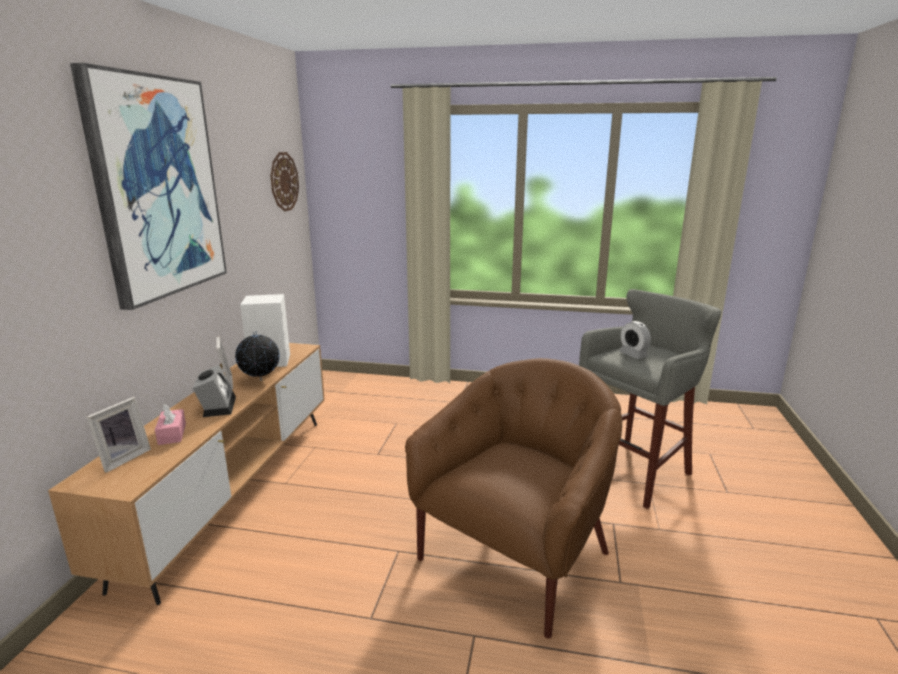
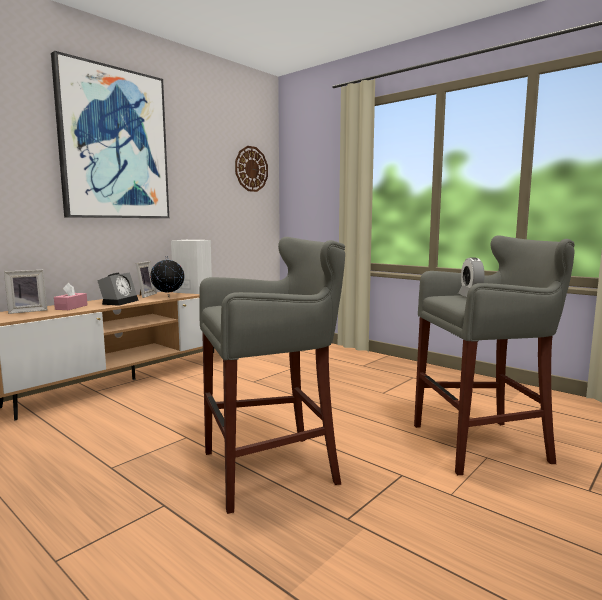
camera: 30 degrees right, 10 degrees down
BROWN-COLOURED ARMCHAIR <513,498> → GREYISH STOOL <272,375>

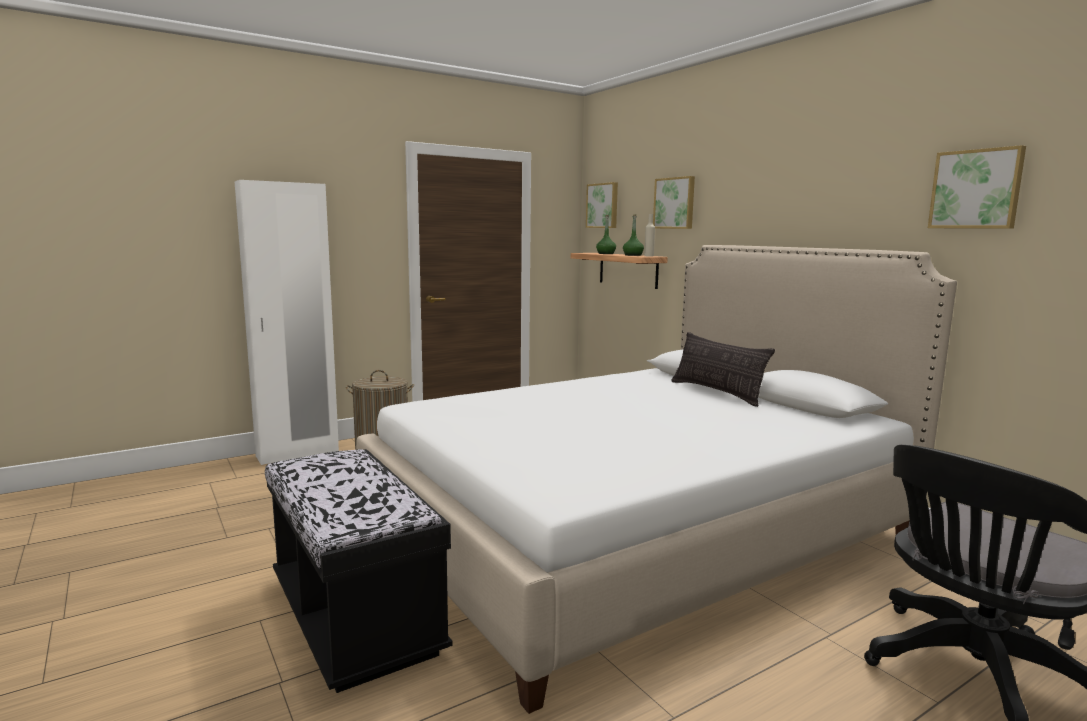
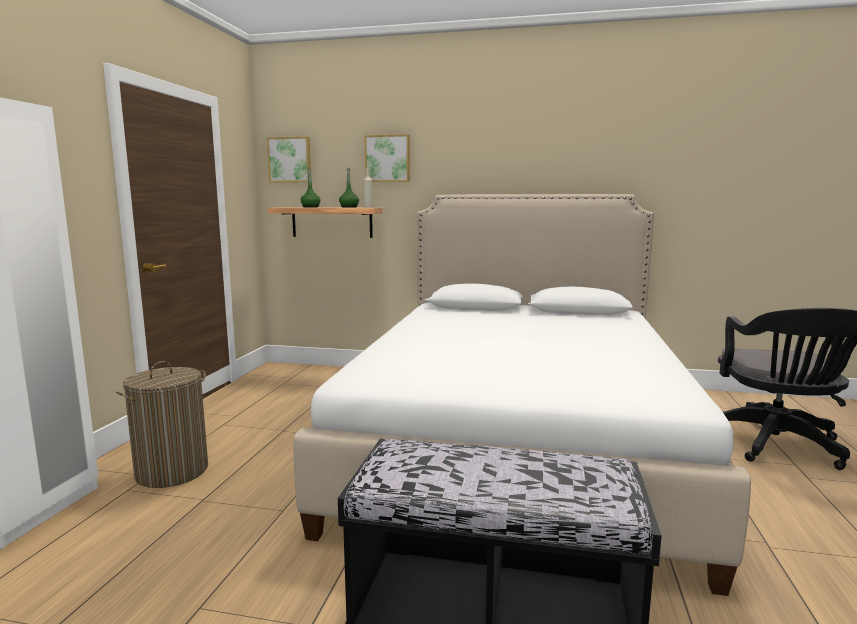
camera: 45 degrees left, 0 degrees up
WALL PICTURE <977,187> → -
THROW PILLOW <723,369> → -

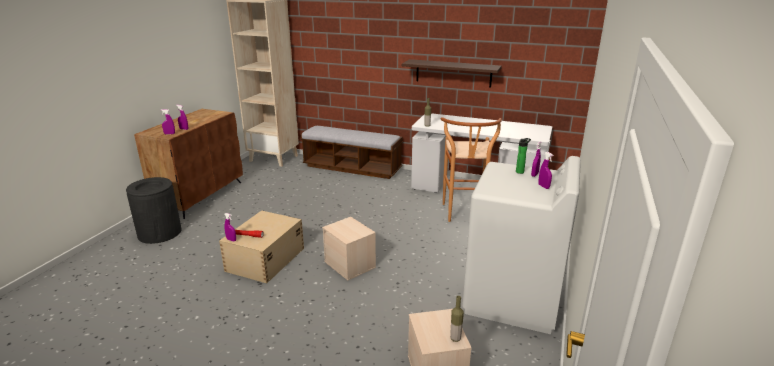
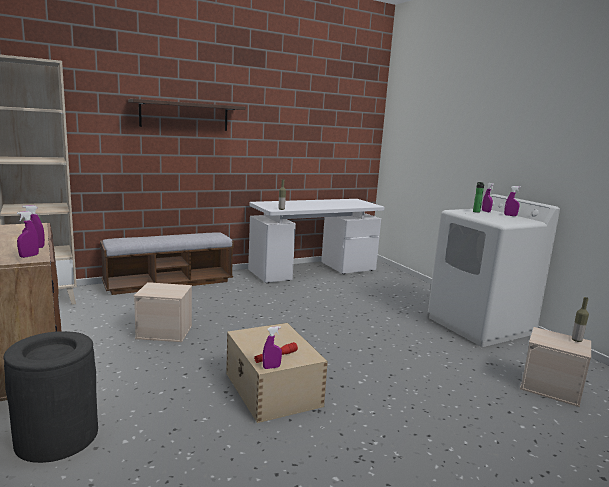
camera: 50 degrees left, 10 degrees down
SHELF <452,73> → SHELF <187,115>, moved
BROWN-COLOURED STOOL <471,169> → -
BEIGE STORAGE BOX <349,248> → BEIGE STORAGE BOX <163,312>, moved

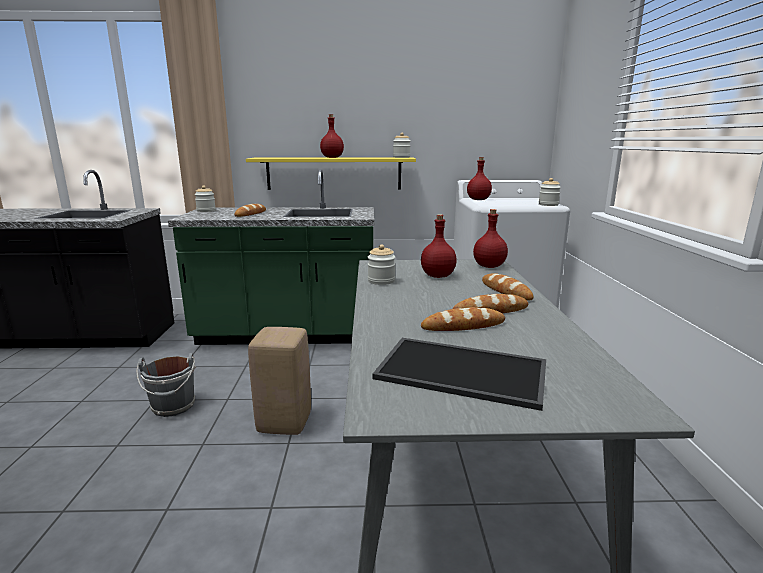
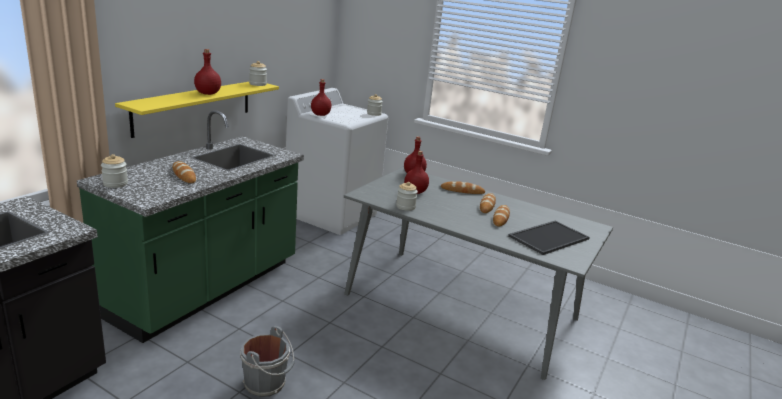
camera: 60 degrees left, 5 degrees up
BEIGE STOOL <279,381> → -

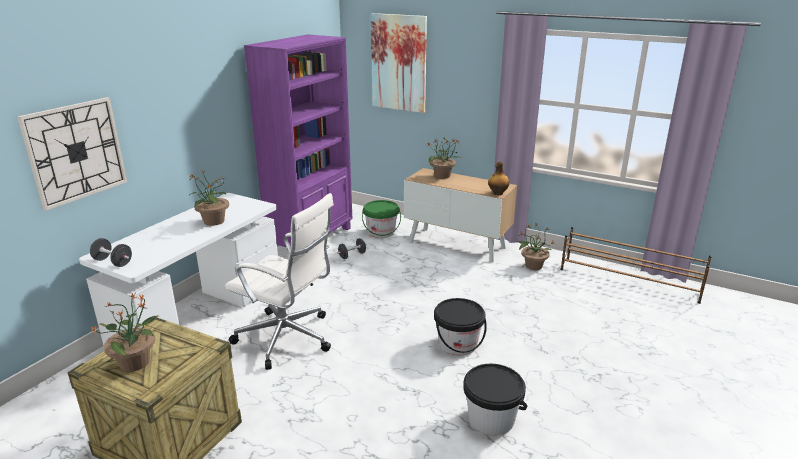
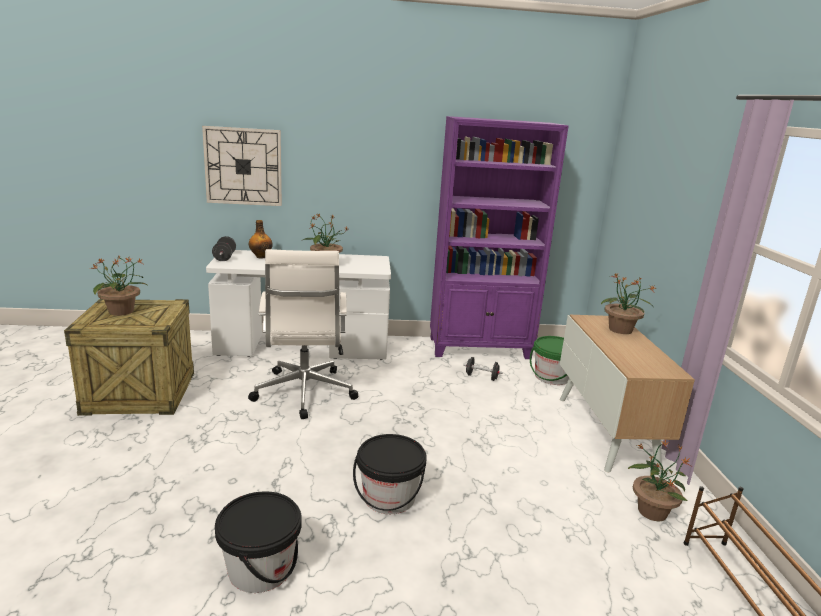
camera: 55 degrees right, 5 degrees down
WALL PICTURE <399,63> → -
BOTTLE <499,178> → BOTTLE <261,239>, moved

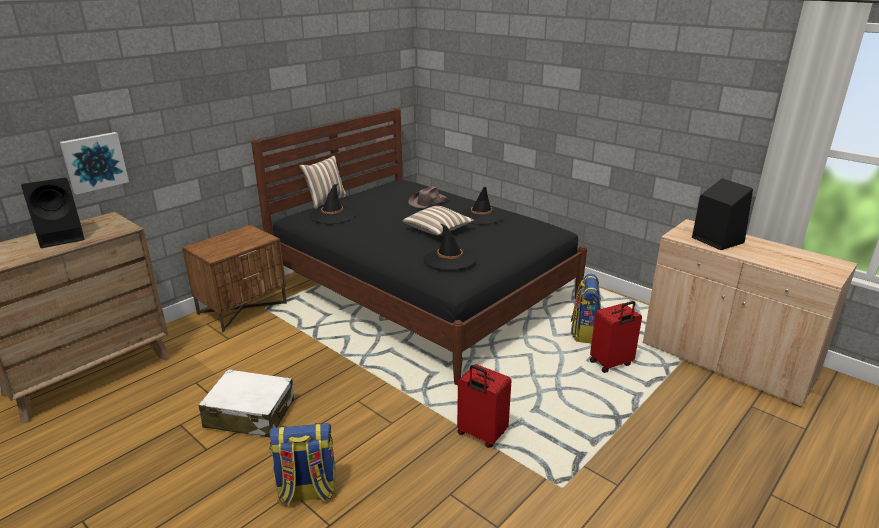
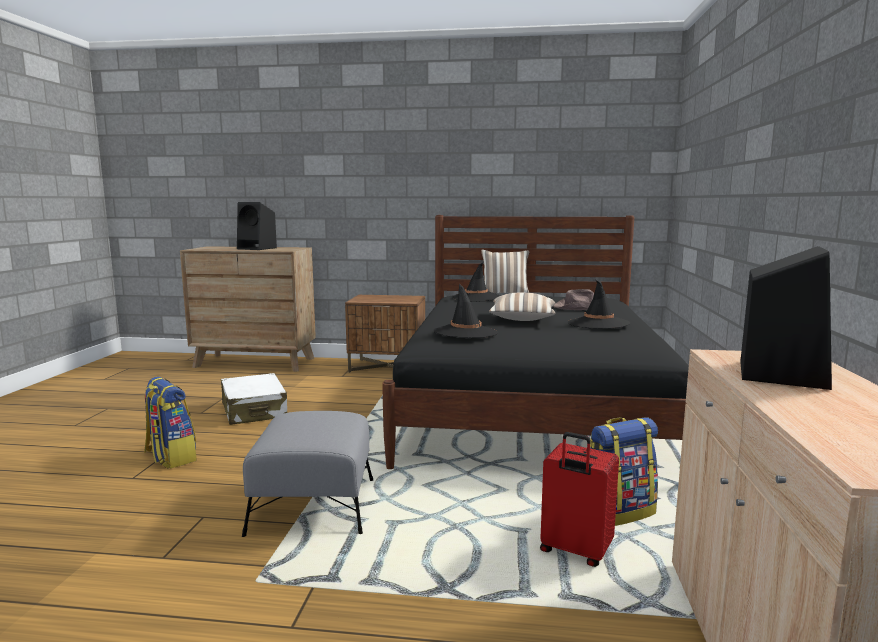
camera: 55 degrees right, 15 degrees down
WALL PICTURE <94,163> → -
REDDISH SUITCASE <484,406> → GREYISH POUFFE <307,474>

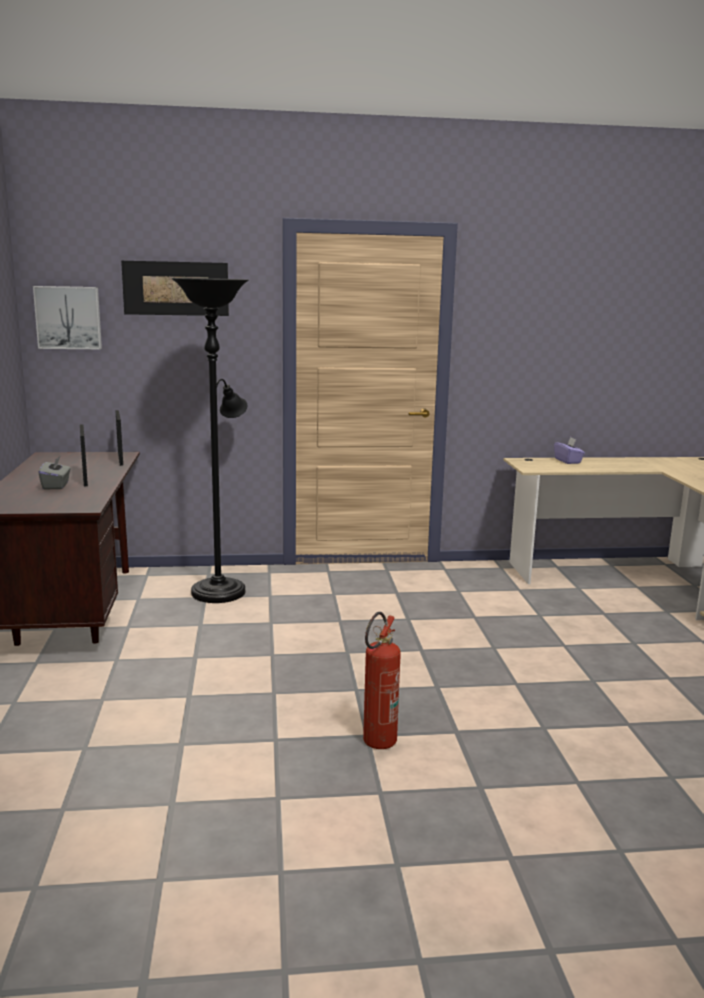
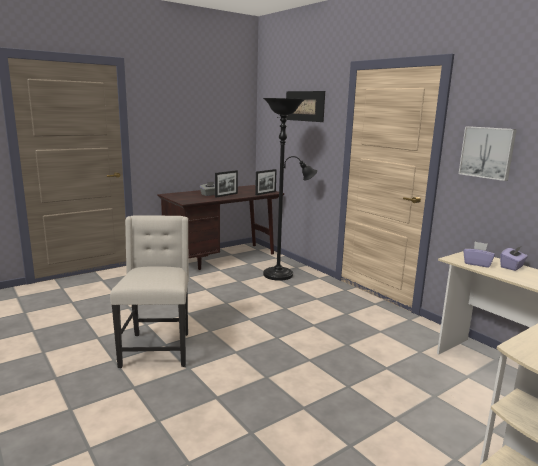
camera: 60 degrees right, 0 degrees up
WALL PICTURE <67,317> → WALL PICTURE <488,153>, moved
FIRE EXTINGUISHER <382,680> → BEIGE UPRIGHT CHAIR <149,291>
- → PURPLE-COLOURED TISSUE HOLDER <479,255>

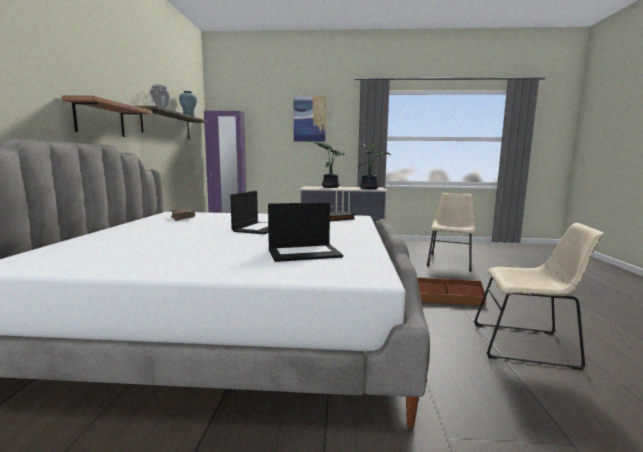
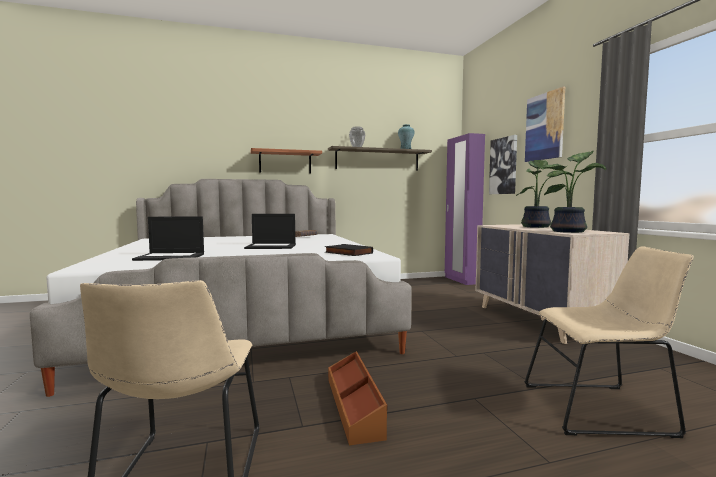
camera: 70 degrees right, 5 degrees down
NOTEBOOK COMPUTER <305,232> → NOTEBOOK COMPUTER <168,238>, 60 degrees counterclockwise
- → WALL PICTURE <503,164>

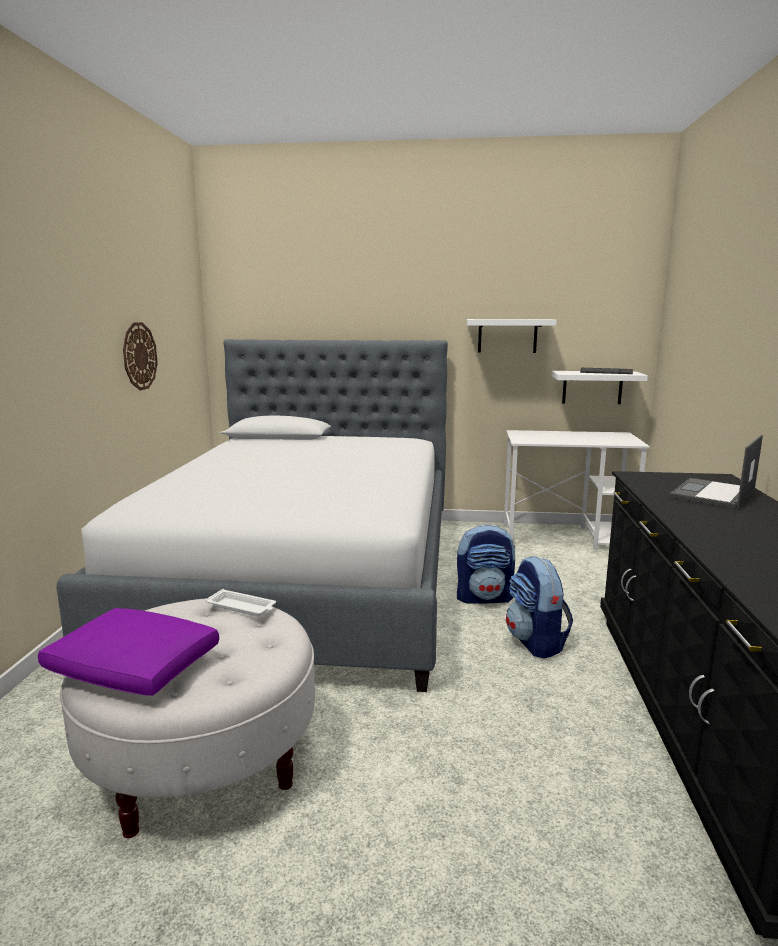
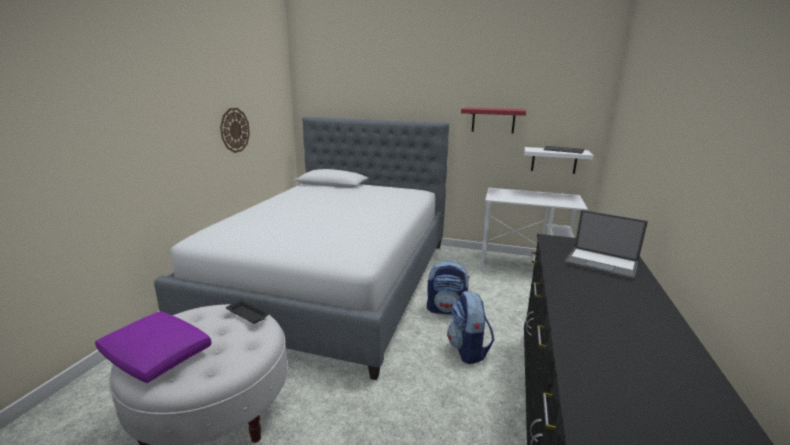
camera: 10 degrees right, 5 degrees up
WHITE-COLOURED SHELF <512,336> → REDDISH SHELF <493,120>
NOTEBOOK COMPUTER <716,472> → NOTEBOOK COMPUTER <606,245>, 105 degrees counterclockwise
WHITE-COLOURED CARRYING TRAY <240,602> → BLACK CARRYING TRAY <247,311>

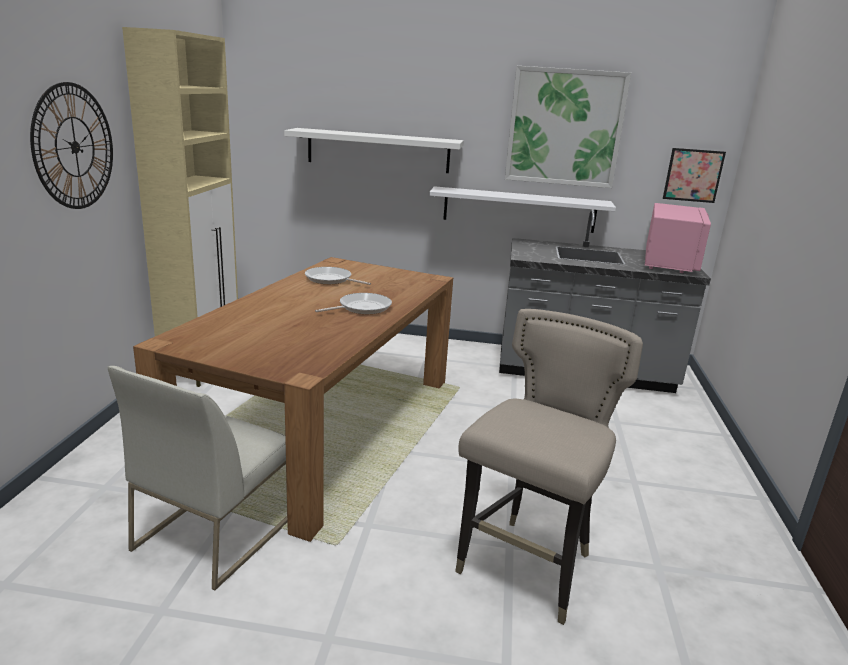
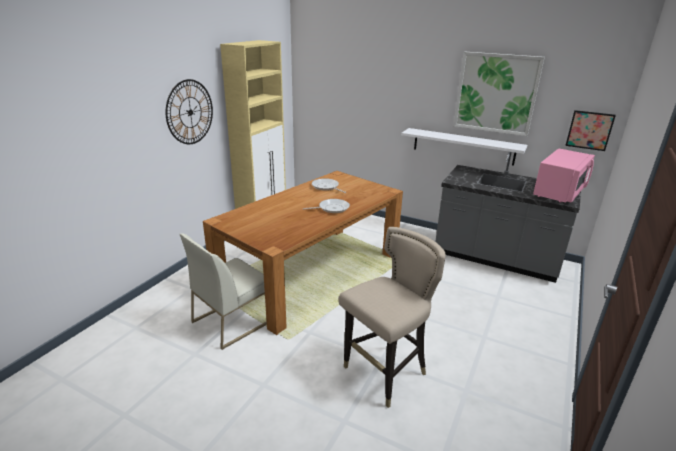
camera: 20 degrees right, 5 degrees up
WHITE-COLOURED SHELF <374,150> → -

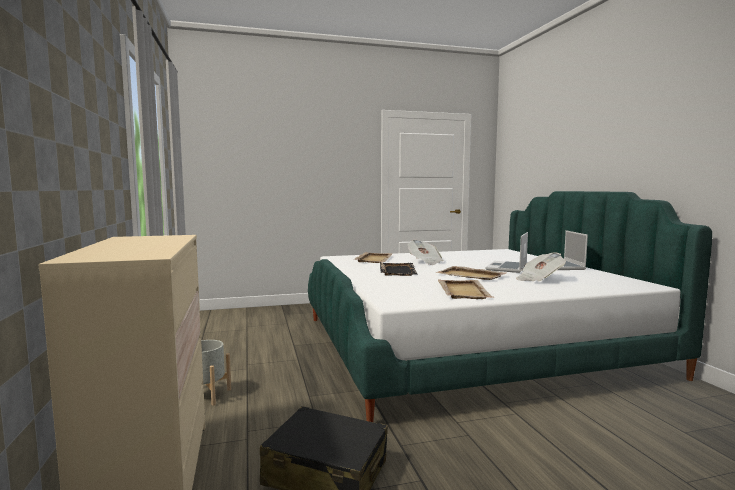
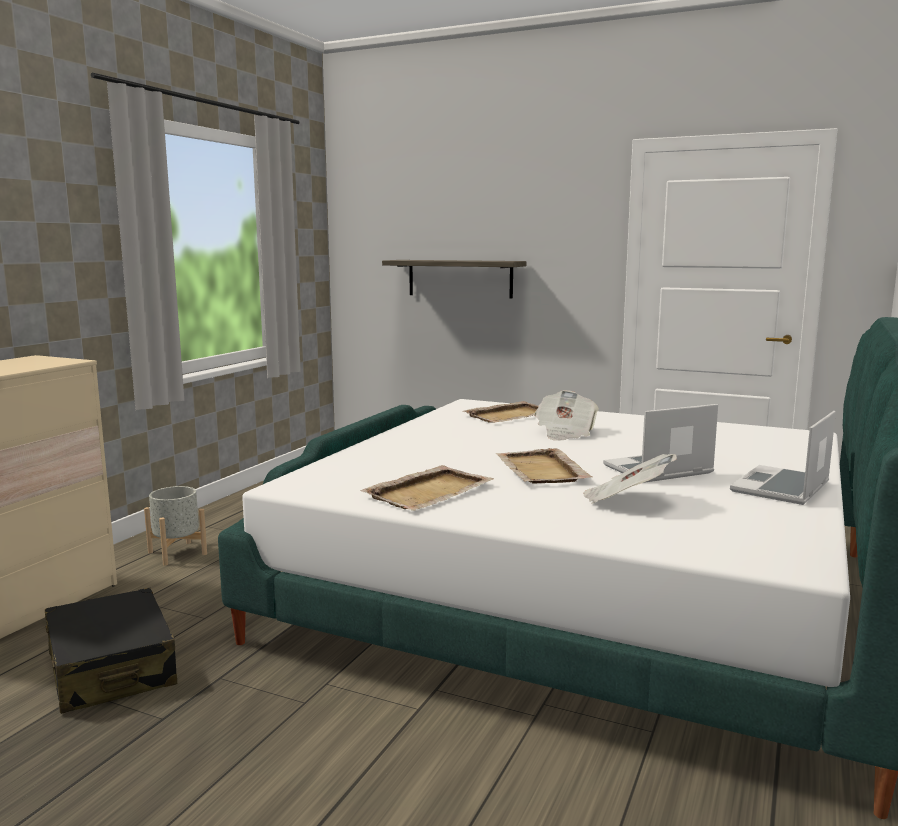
camera: 40 degrees right, 5 degrees up
BLACK CARRYING TRAY <399,269> → -
- → SHELF <454,279>

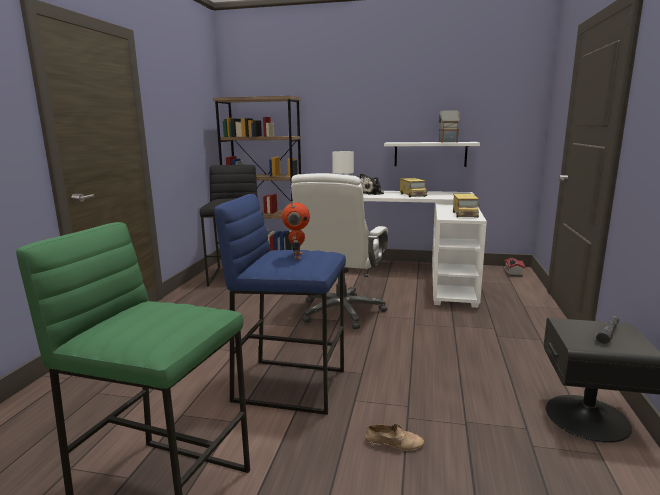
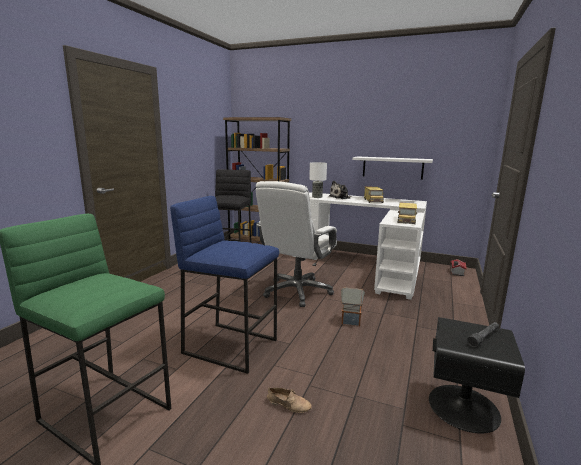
camera: 10 degrees right, 0 degrees up
TOY HOUSE <449,126> → TOY HOUSE <353,306>, moved
ROBOT FIGURE <296,230> → -

